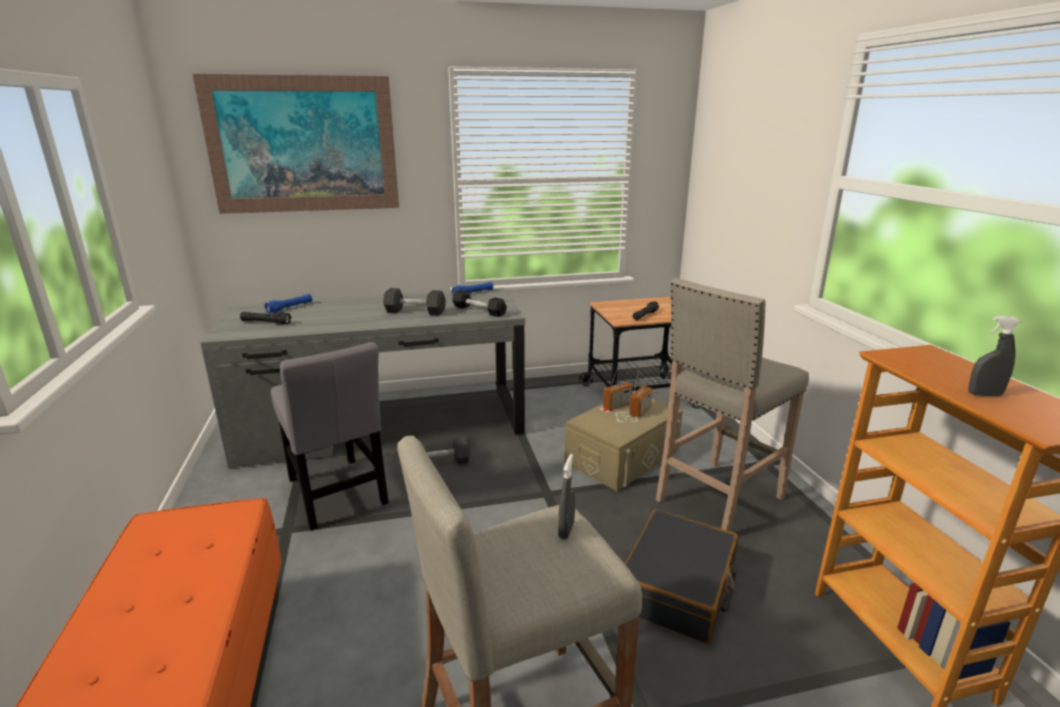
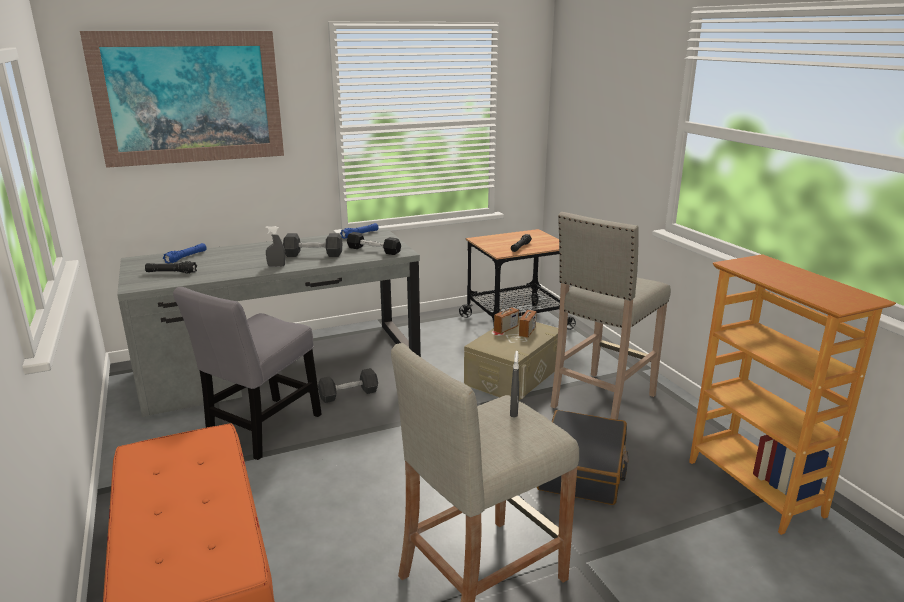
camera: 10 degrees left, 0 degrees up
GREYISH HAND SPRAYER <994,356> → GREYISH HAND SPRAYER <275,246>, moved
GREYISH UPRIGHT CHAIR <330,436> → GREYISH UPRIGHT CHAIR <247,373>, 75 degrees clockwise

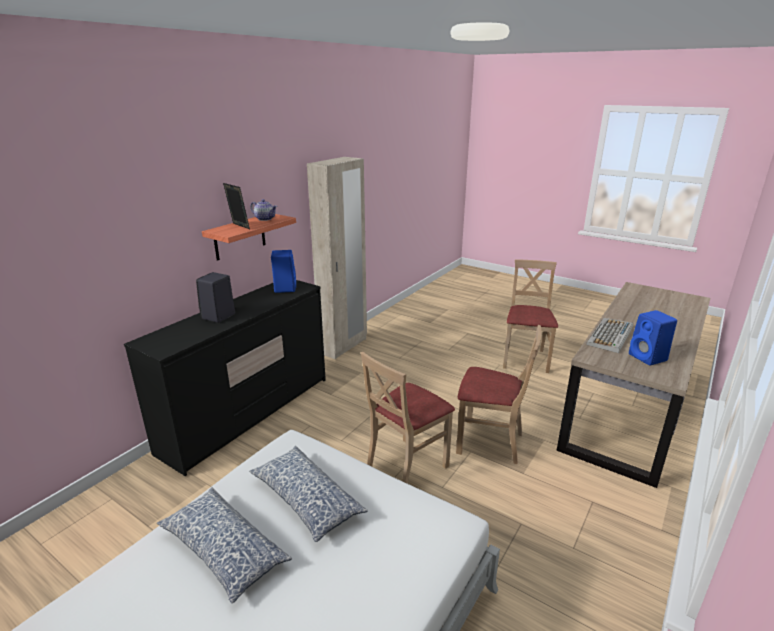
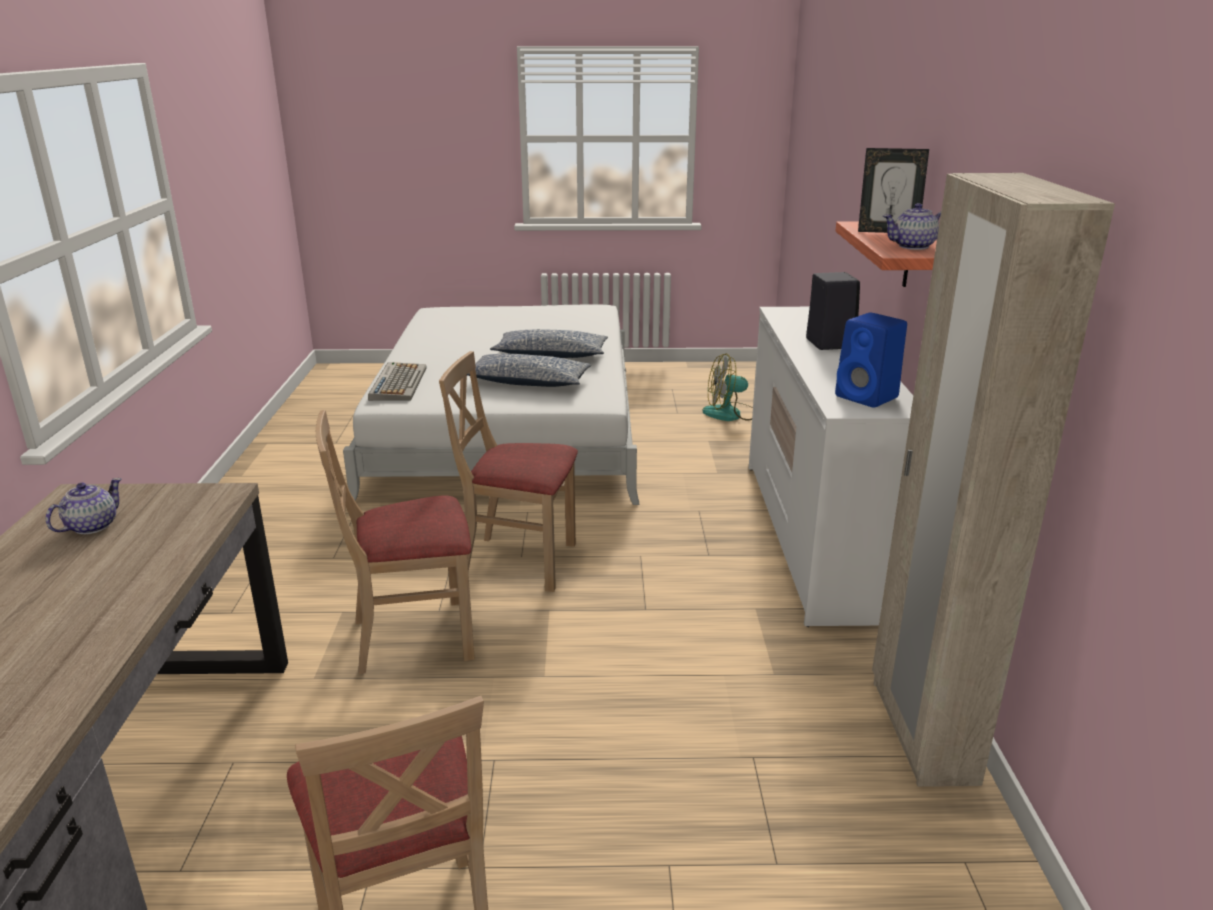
camera: 145 degrees right, 0 degrees up
BLACK CHEST OF DRAWERS <225,378> → WHITE-COLOURED CHEST OF DRAWERS <831,467>
BLUE-COLOURED AUDIO SPEAKER <653,337> → TEA POT <84,506>
KEYBOARD <609,335> → KEYBOARD <397,381>, moved
BEIGE UPRIGHT CHAIR <408,417> → BEIGE UPRIGHT CHAIR <508,471>, 90 degrees counterclockwise
- → FAN <727,387>

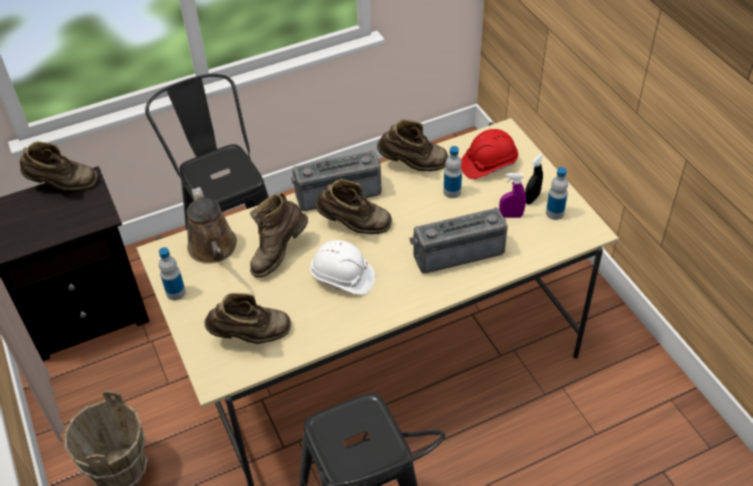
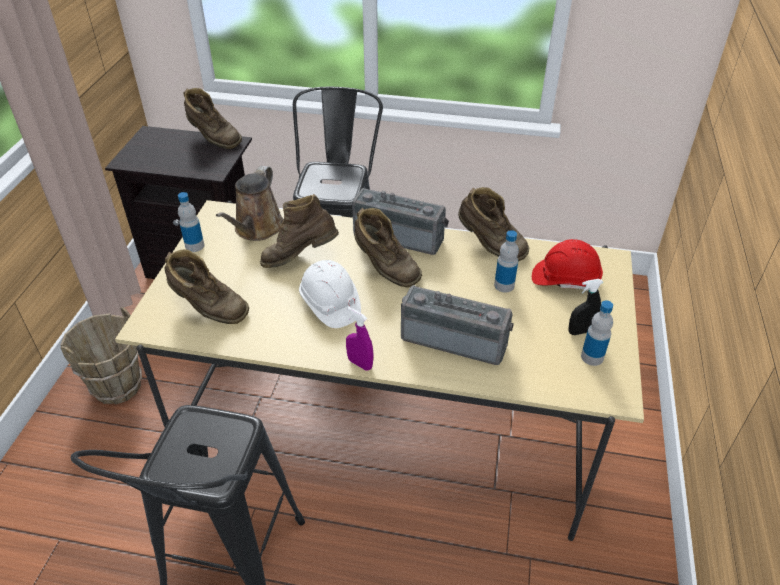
camera: 35 degrees right, 5 degrees down
PURPLE-COLOURED HAND SPRAYER <512,195> → PURPLE-COLOURED HAND SPRAYER <360,339>, moved

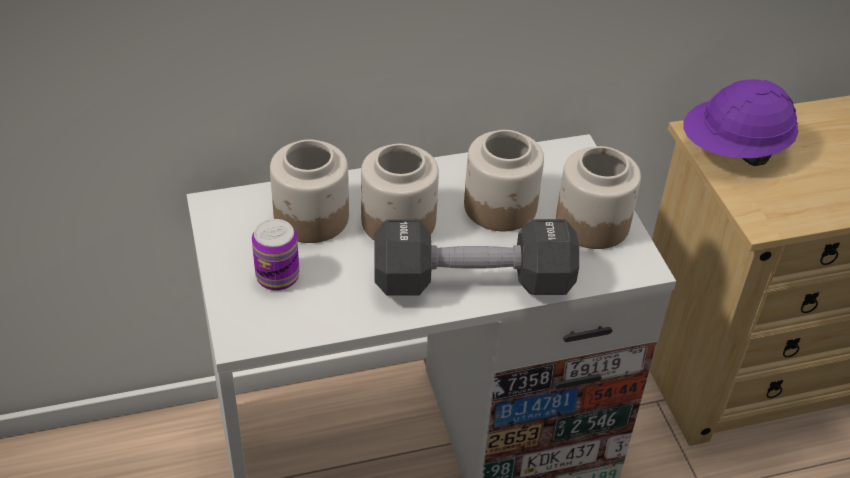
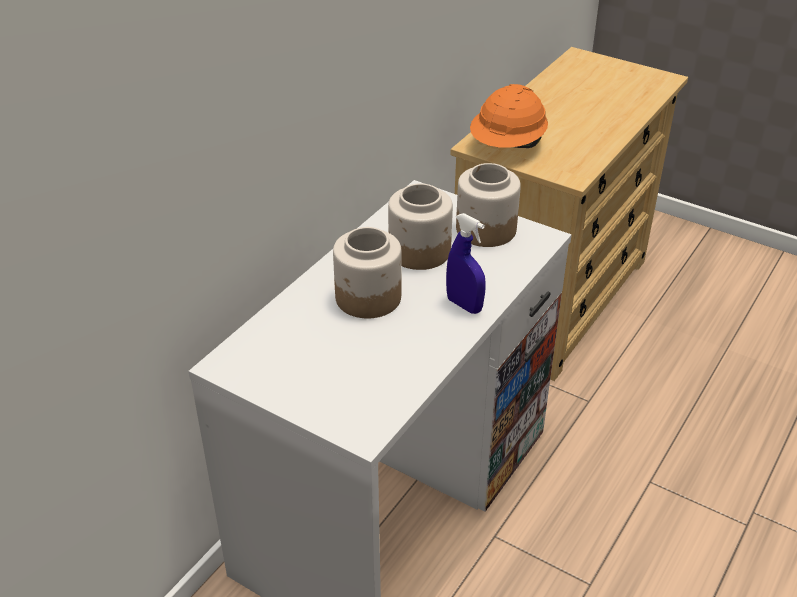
camera: 40 degrees left, 5 degrees down
PURPLE-COLOURED SAFETY HELMET <740,122> → ORANGEY SAFETY HELMET <509,116>
PRESERVE JAR <309,191> → -
METAL CAN <275,255> → -
BLACK DUMBBELL <476,257> → BLUE-COLOURED HAND SPRAYER <466,263>

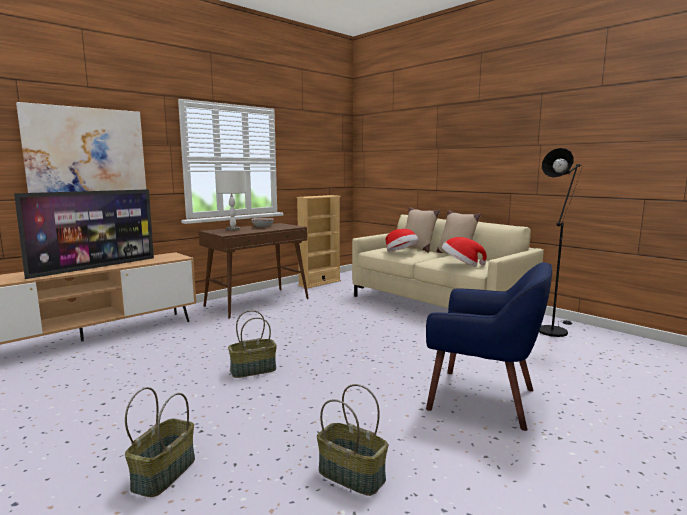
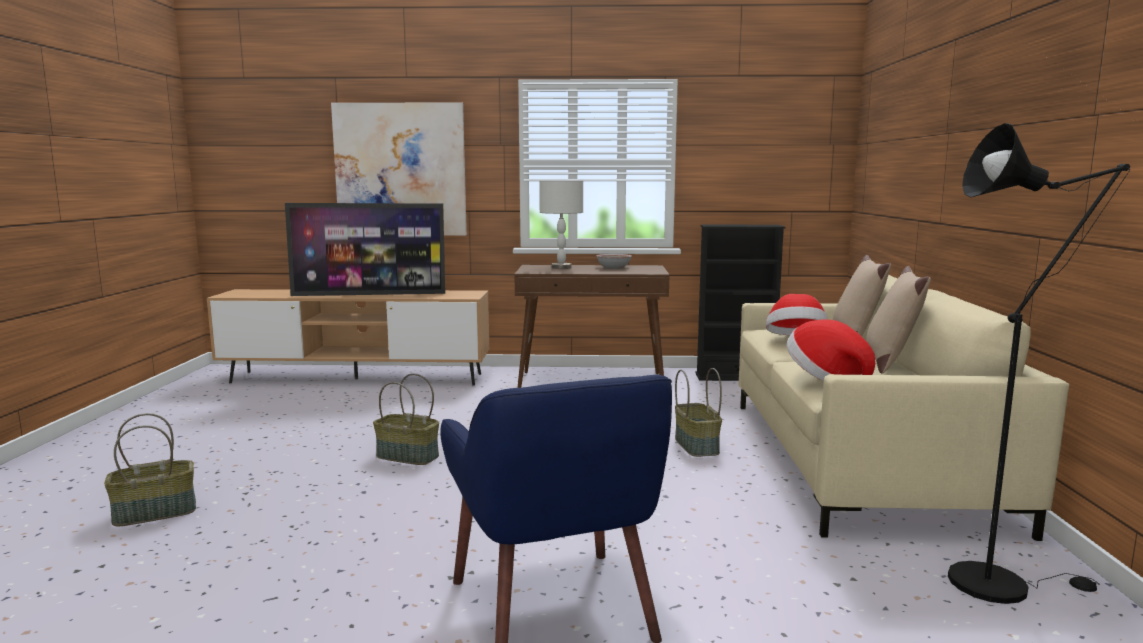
camera: 45 degrees right, 0 degrees up
BEIGE BOOKCASE <318,242> → BLACK BOOKCASE <741,303>
BASKET <352,440> → BASKET <698,412>, moved

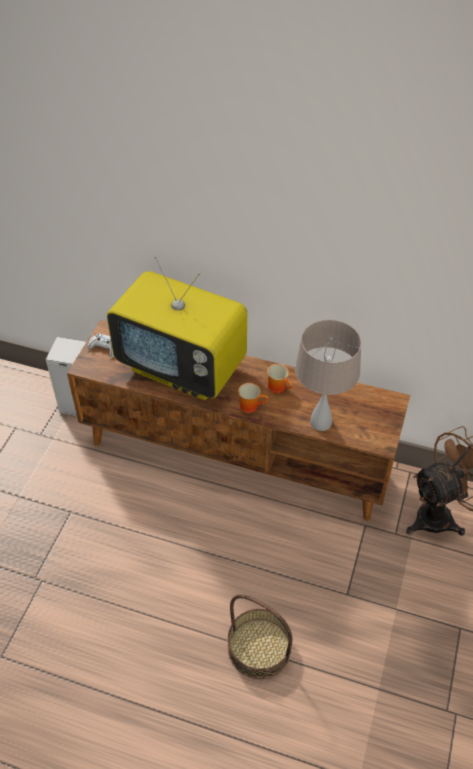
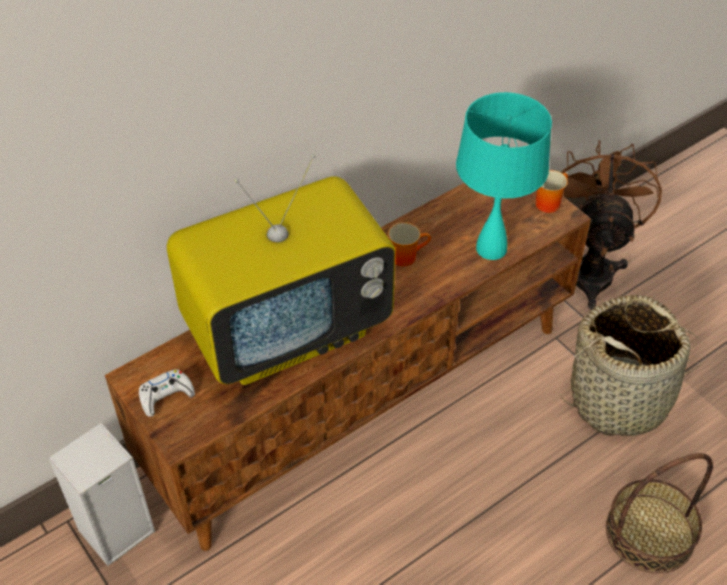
camera: 55 degrees left, 0 degrees up
BEIGE TABLETOP LAMP <328,375> → BLUE-GREEN TABLETOP LAMP <504,176>
COFFEE MUG <253,398> → COFFEE MUG <551,191>, moved
- → BASKET <631,365>

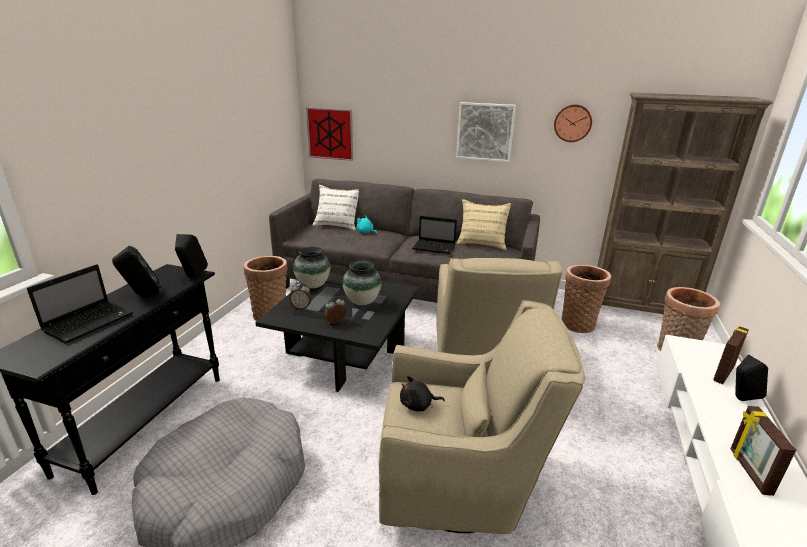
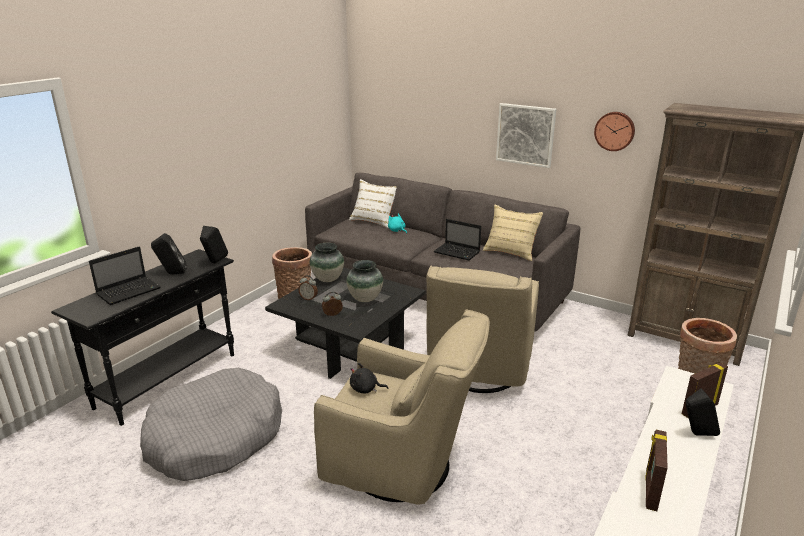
camera: 15 degrees right, 0 degrees up
WALL PICTURE <329,134> → -
BASKET <586,299> → -

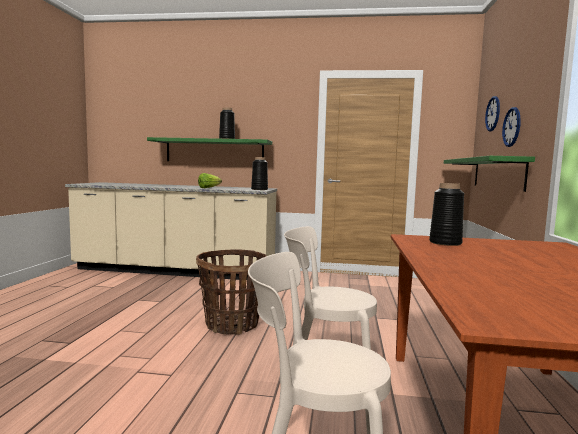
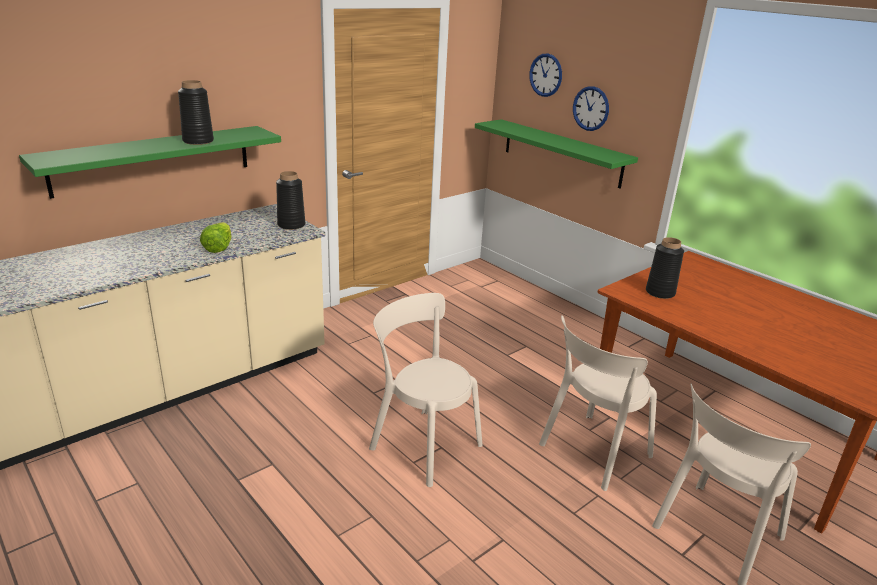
camera: 50 degrees left, 20 degrees up
BASKET <231,292> → BEIGE UPRIGHT CHAIR <426,390>

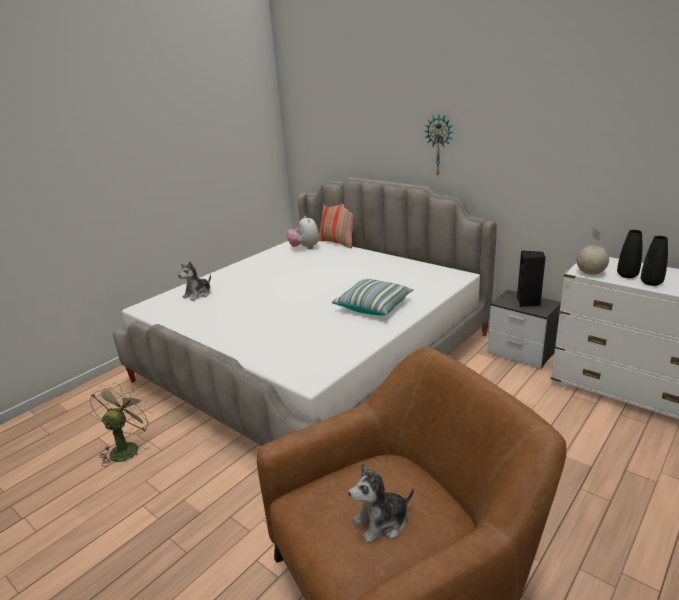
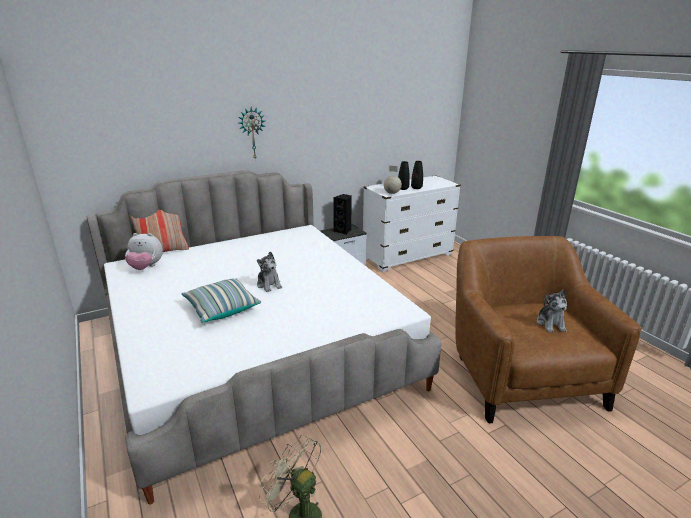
camera: 70 degrees left, 0 degrees up
SOFT TOY <194,281> → SOFT TOY <269,272>, moved
THROW PILLOW <373,297> → THROW PILLOW <221,300>, moved

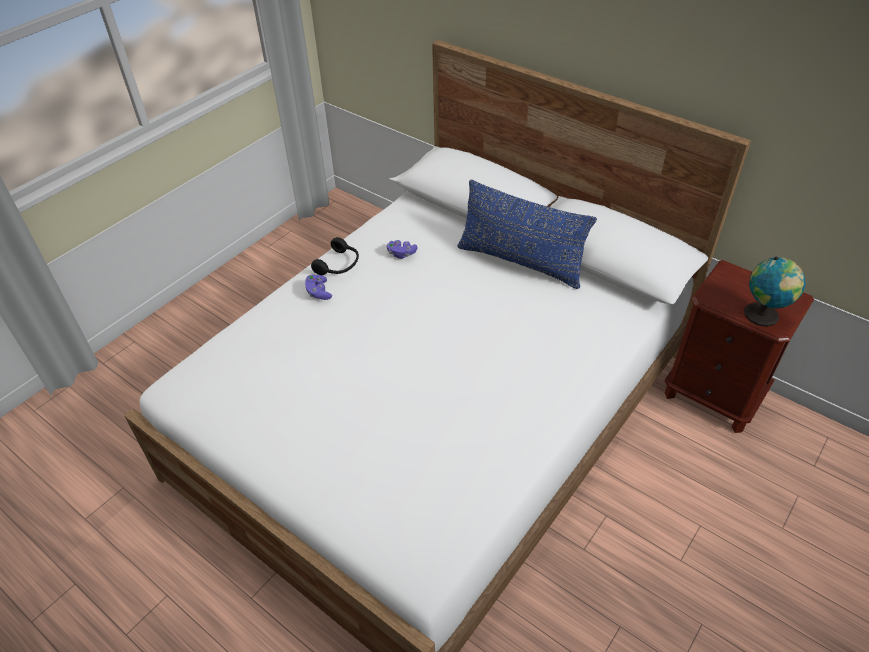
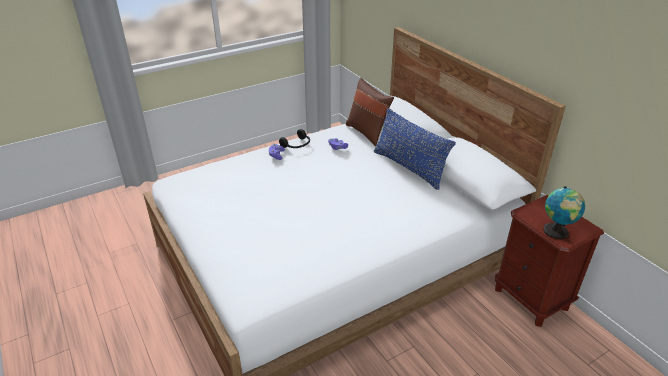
camera: 20 degrees right, 10 degrees down
- → BROWN-COLOURED THROW PILLOW <370,112>

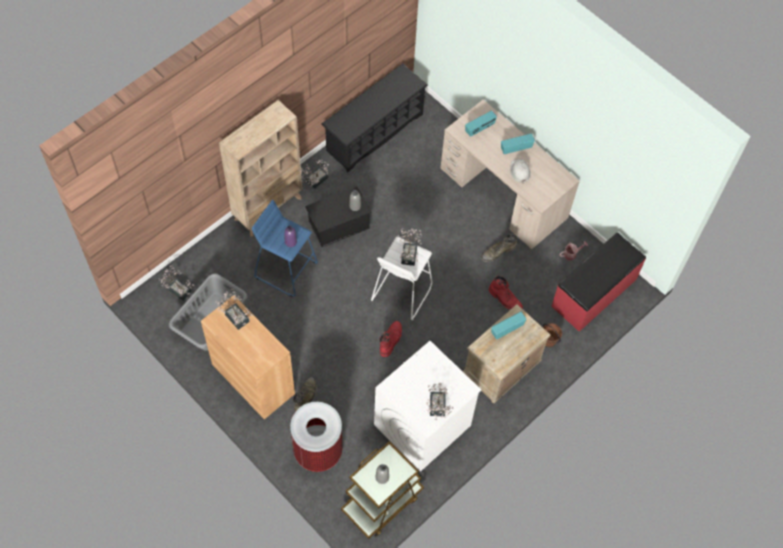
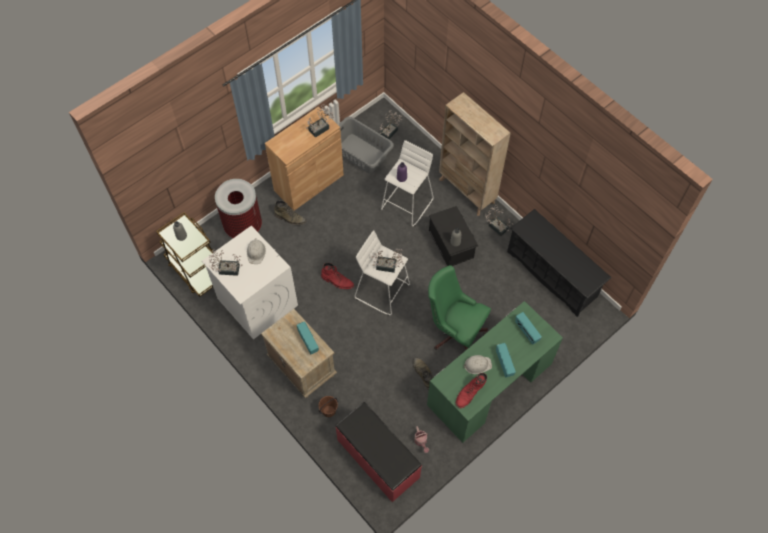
camera: 95 degrees right, 0 degrees up
BEIGE DESK TABLE <510,174> → GREENISH DESK TABLE <495,372>
BLUE-COLOURED STOOL <285,248> → WHITE-COLOURED STOOL <407,183>
REDDISH HIGH-TOP BOOT <506,293> → REDDISH HIGH-TOP BOOT <471,390>, moved
- → WHITE-COLOURED SAFETY HELMET <256,251>
- → GREENISH DESK CHAIR <459,307>

